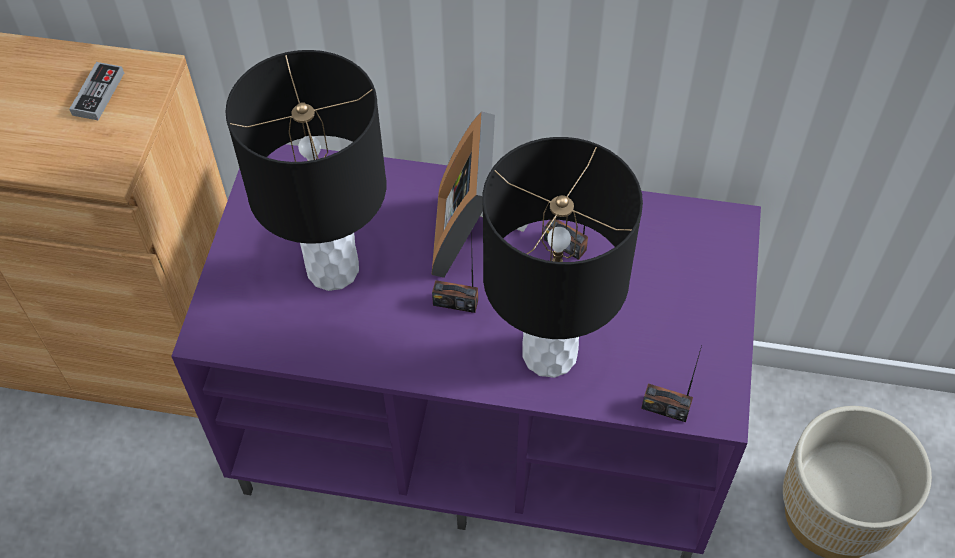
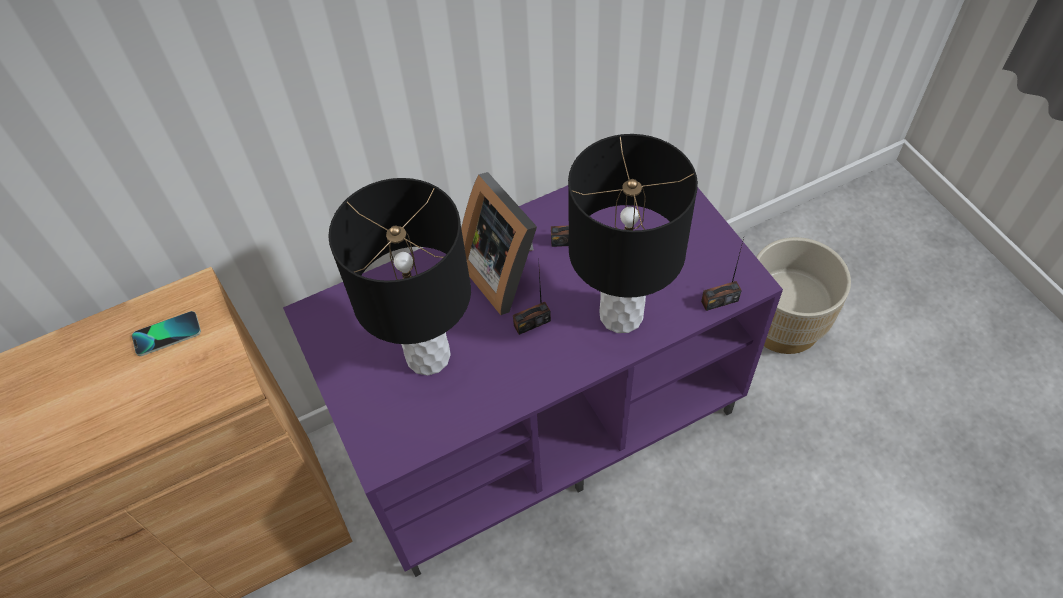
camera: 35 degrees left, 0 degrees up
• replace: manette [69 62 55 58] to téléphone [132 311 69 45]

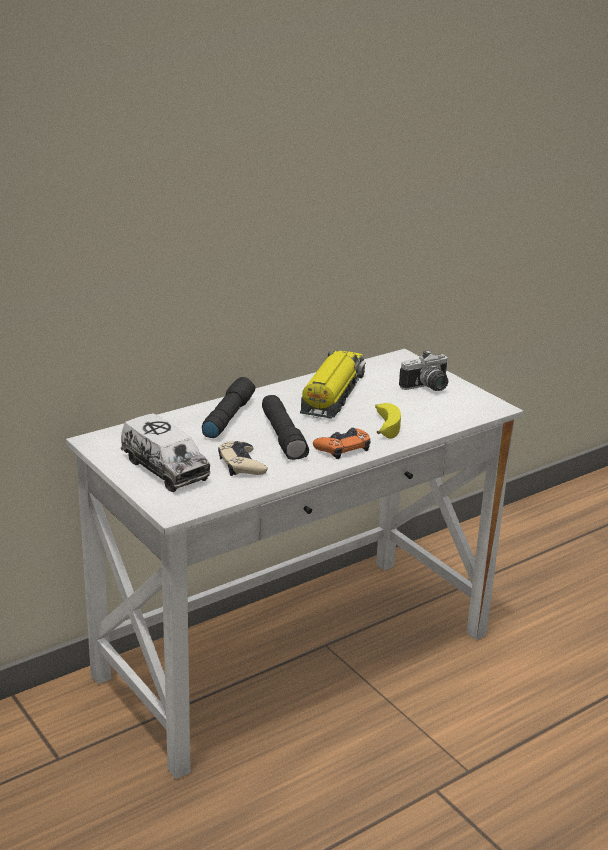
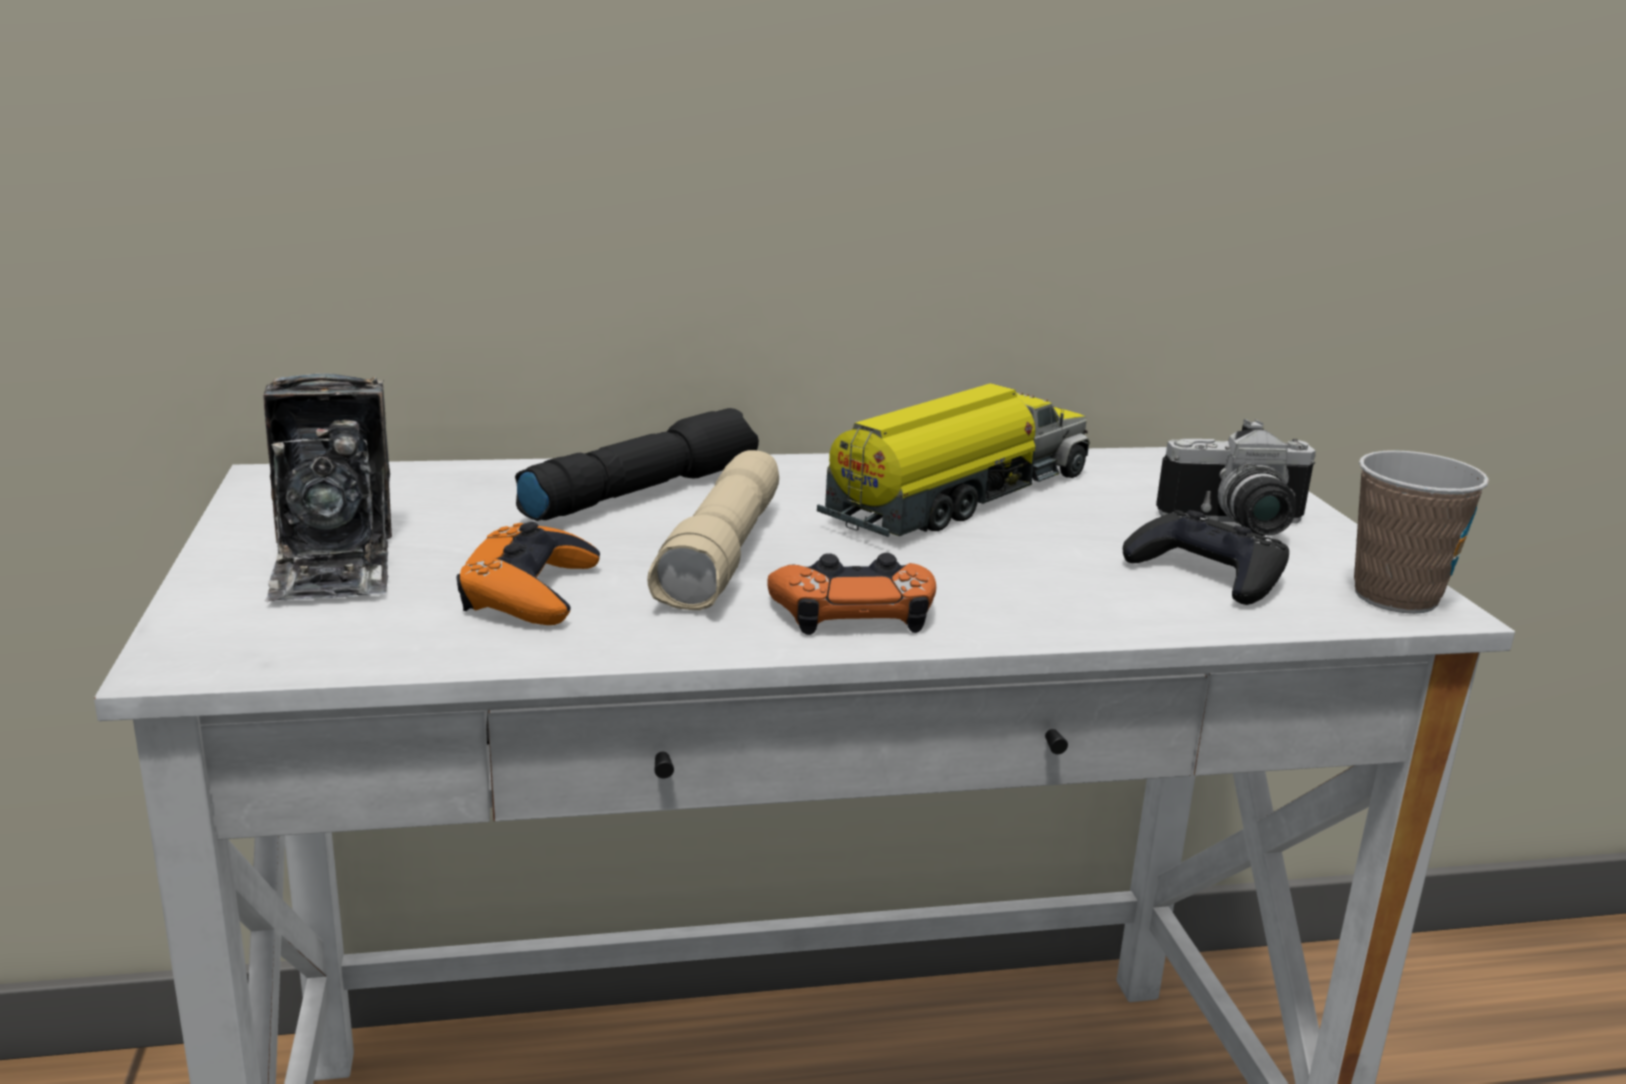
camera: 25 degrees right, 5 degrees down
• recolor: lampe de poche/noir [262 395 47 65] to lampe de poche/beige [647 450 132 160]
• delete: banane [375 403 26 36]
• replace: camion jouet [121 413 90 79] to appareil photo [263 373 129 230]
• recolor: manette/beige [218 441 50 35] to manette/orange [456 522 144 103]
• insert: tasse [1354 450 135 164]
• insert: manette/noir [1122 510 167 95]

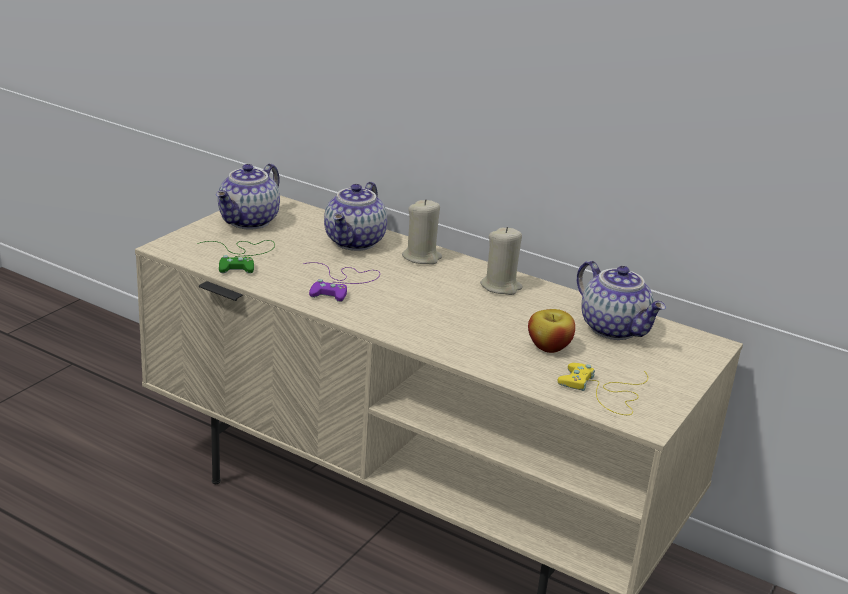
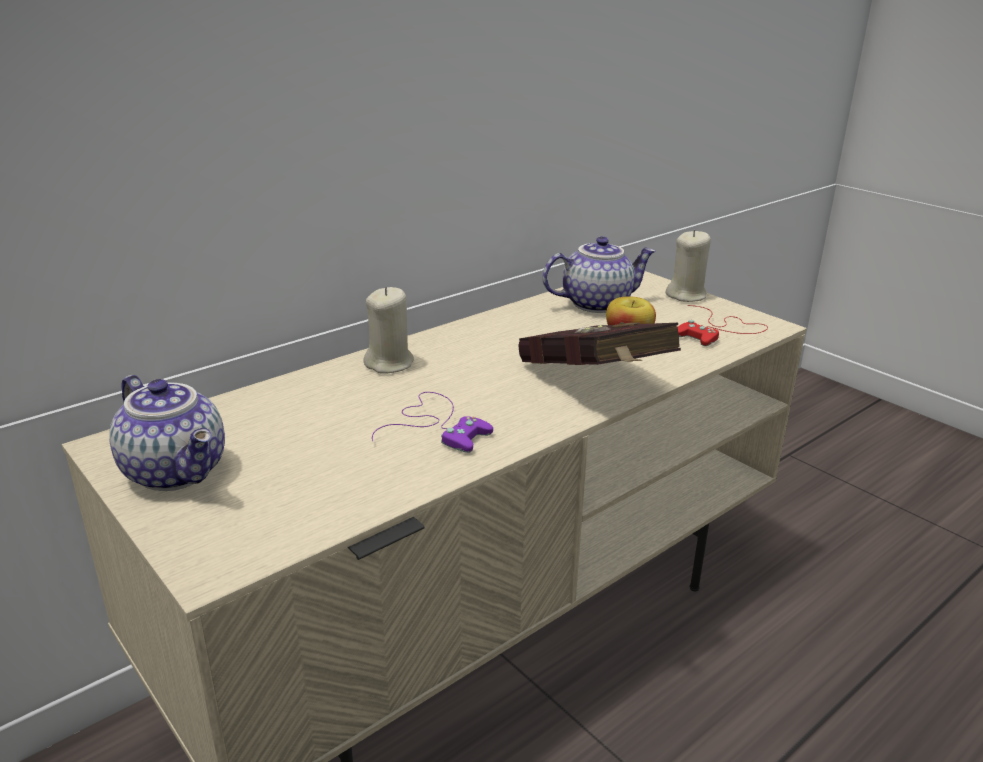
camera: 70 degrees left, 0 degrees up
• delete: théière [324 182 63 69]
• move: bougie/beige [480 227 43 68] to [665 230 46 72]
• delete: manette/vert [197 240 78 34]
• recolor: manette/jaune [558 363 90 52] to manette/rouge [678 305 90 41]
• insert: livre/rouge [518 322 163 43]

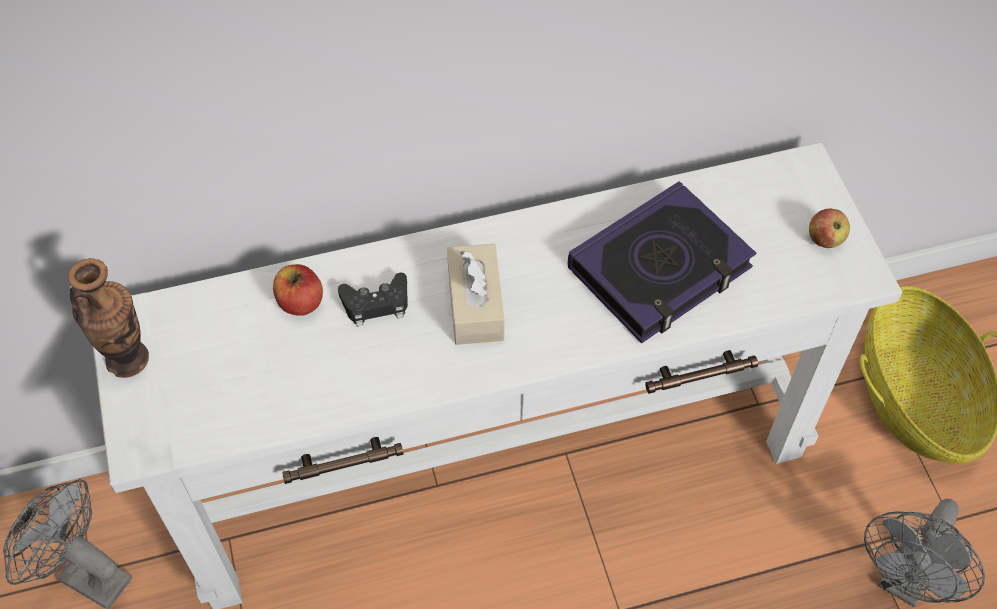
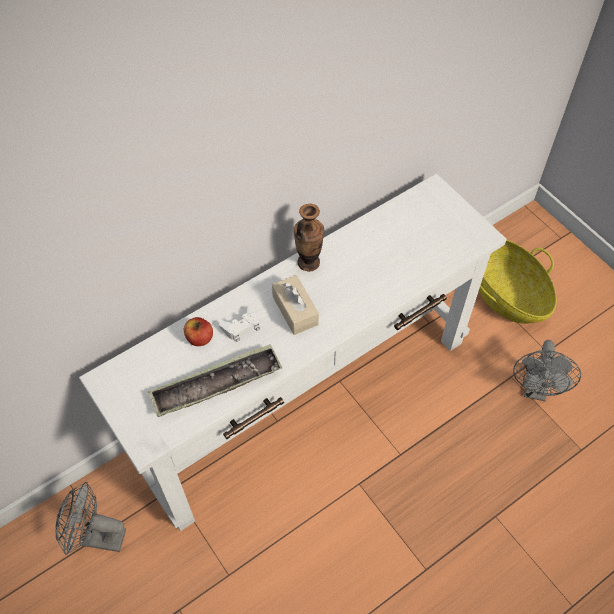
camera: 20 degrees left, 0 degrees up
• delete: livre [568 181 188 162]
• delete: pomme [809 209 41 39]
• move: vase [68 258 81 120] to [294 204 30 68]
• recolor: manette/noir [338 273 70 54] to manette/blanc [219 305 41 37]
• insert: plateau [148 344 134 73]

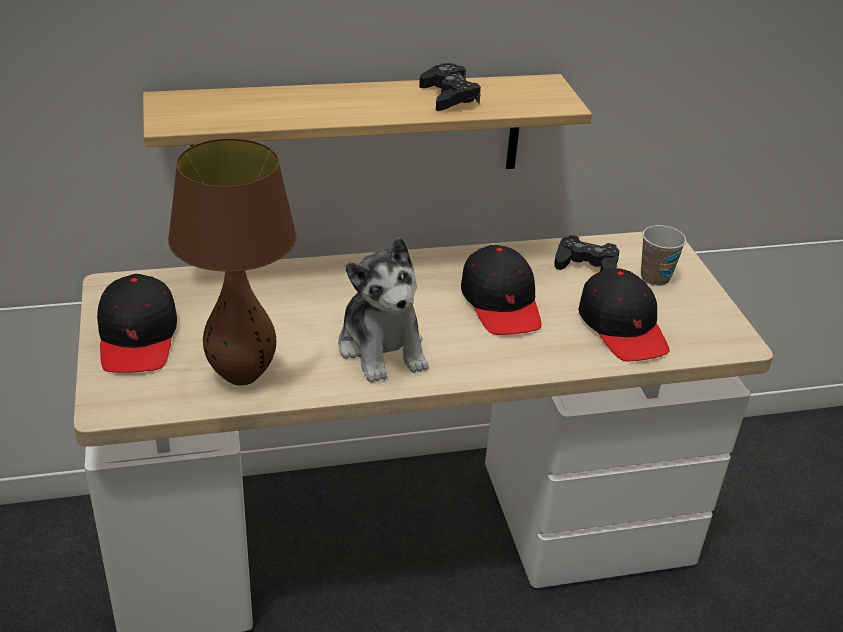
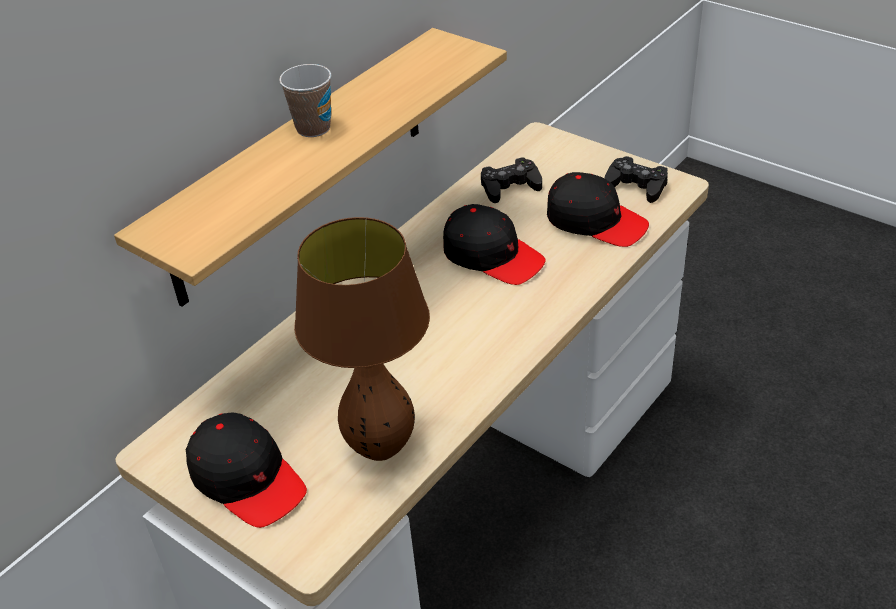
camera: 35 degrees left, 5 degrees up
• move: manette/noir [419 63 62 48] to [605 156 63 47]
• move: tasse [641 225 45 61] to [279 64 52 73]
• delete: peluche [338 237 90 146]

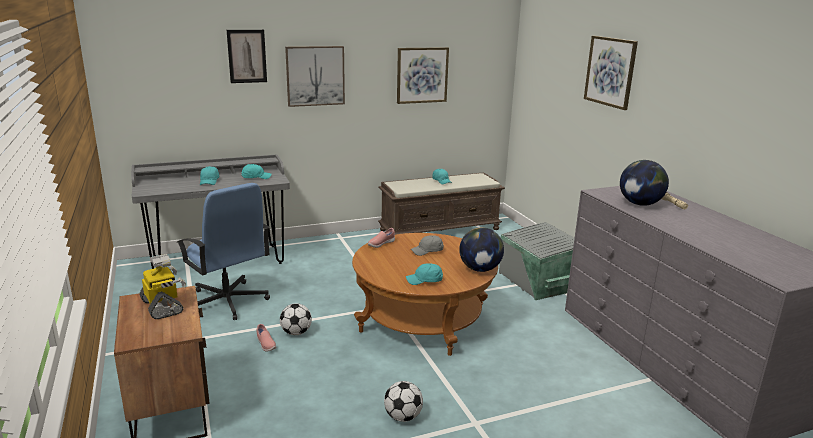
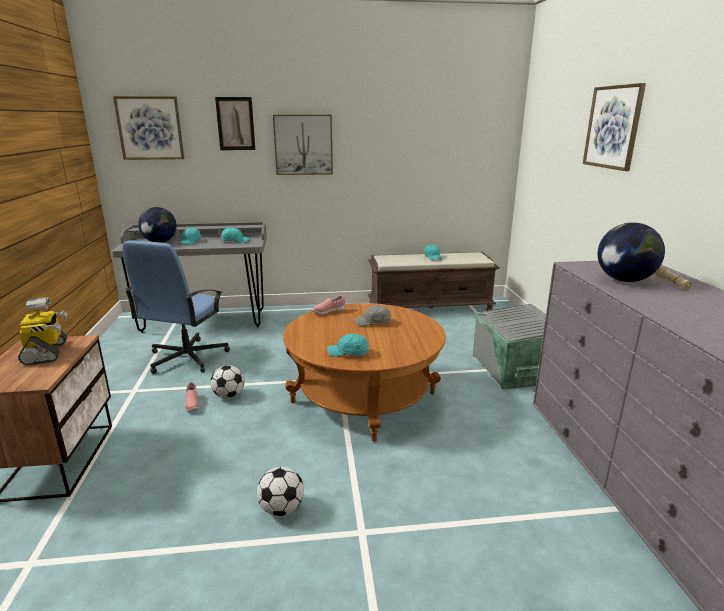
camera: 15 degrees right, 0 degrees up
• move: tableau [397 47 52 57] to [113 96 71 64]
• rotate: chaise de bureau/bleu [177 183 93 137] = [122 240 108 134] 45 degrees clockwise
• move: globe [459 227 45 45] to [138 207 39 36]

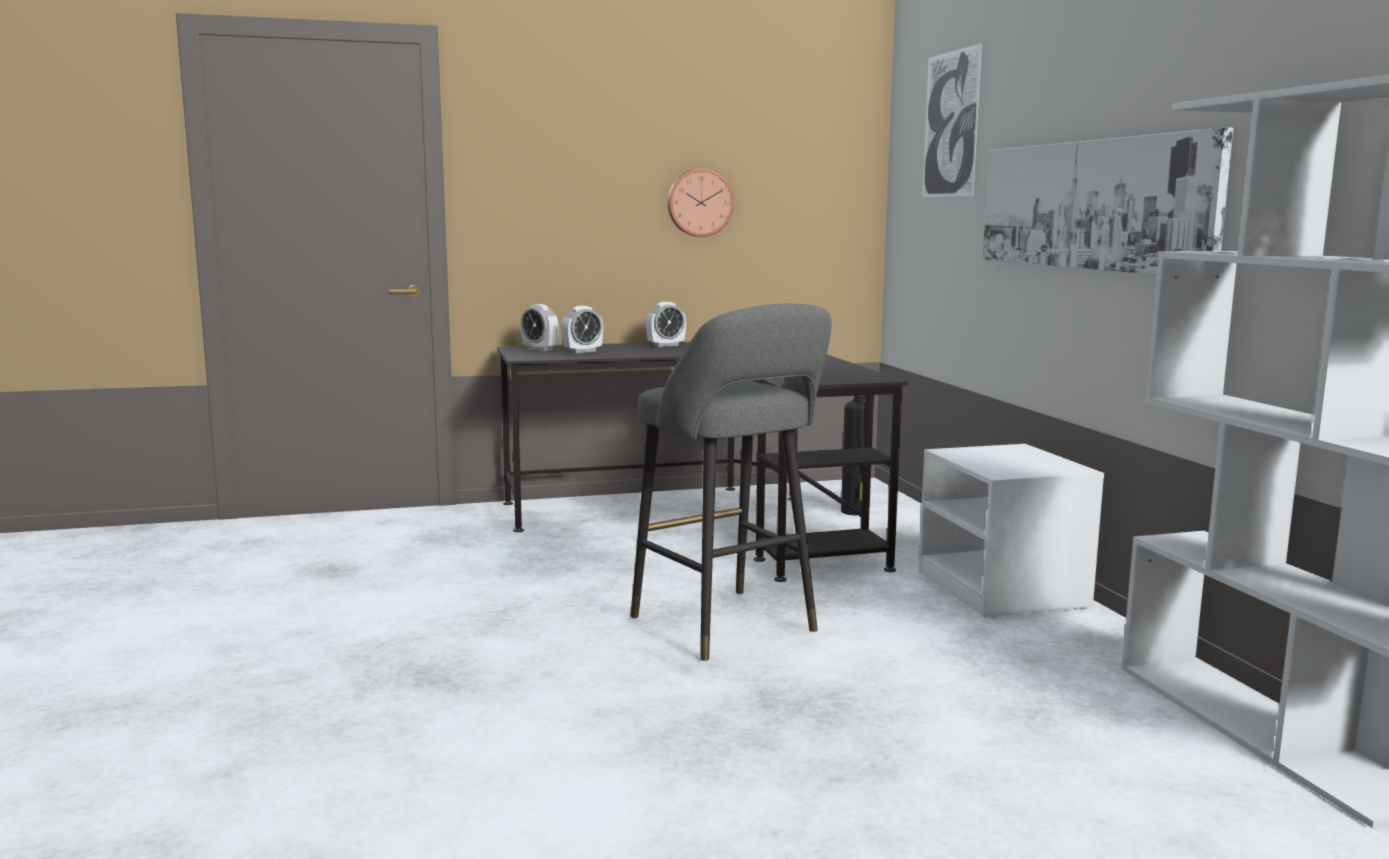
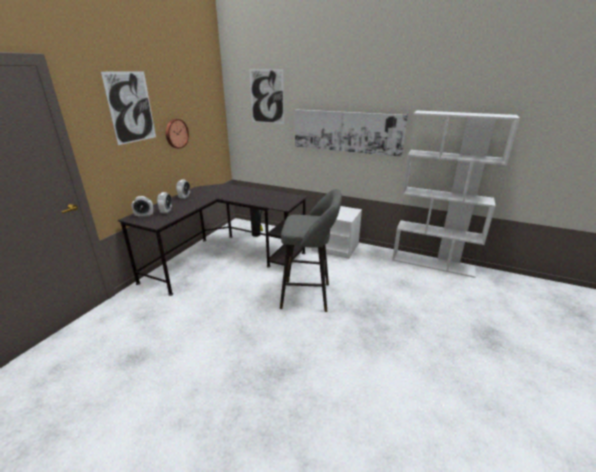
camera: 50 degrees left, 15 degrees up
• insert: tableau [101 71 55 74]

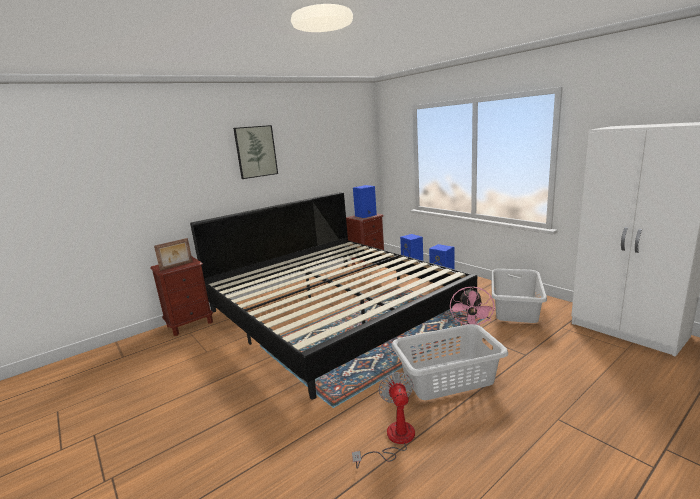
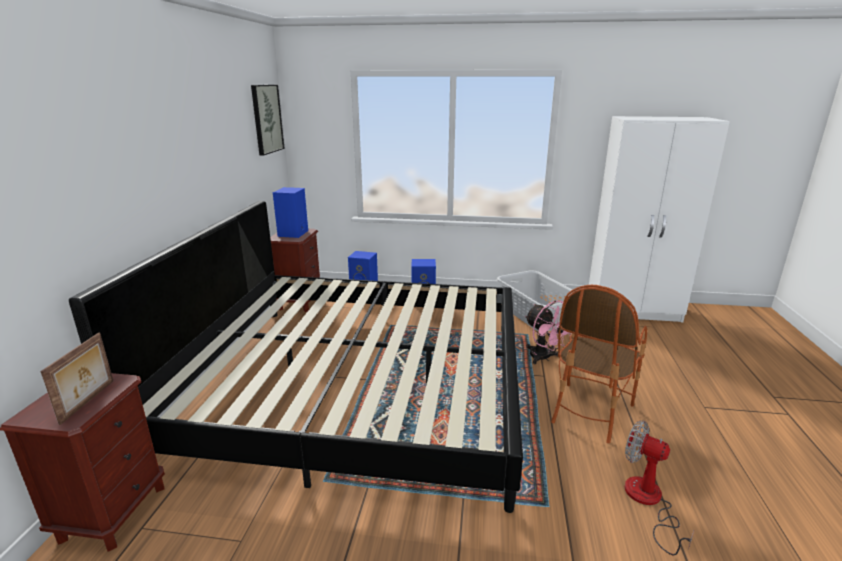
camera: 45 degrees left, 5 degrees up
• move: tableau [233 125 45 54] to [251 85 34 71]
• replace: panier à linge/gris [392 324 116 76] to fauteuil [551 285 96 159]

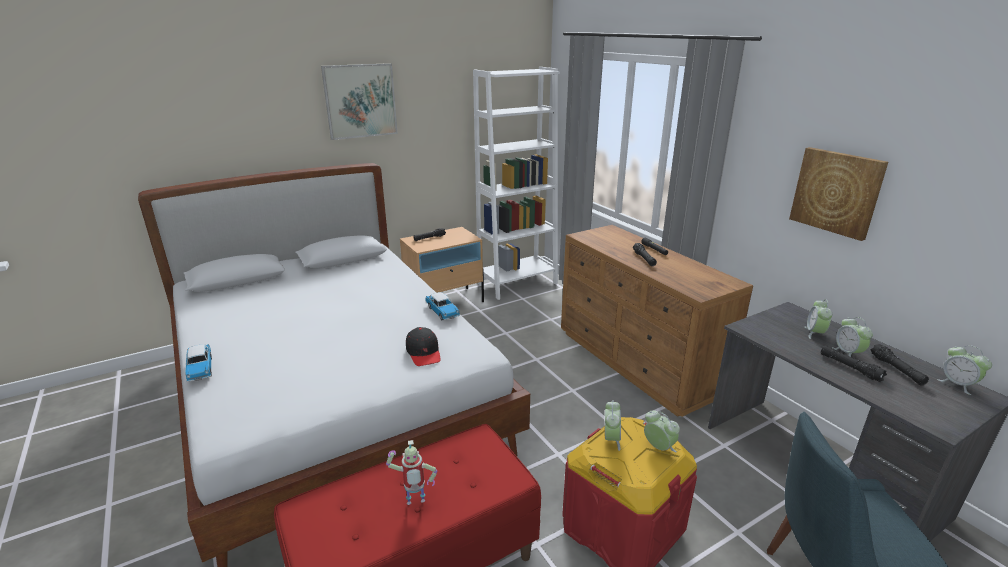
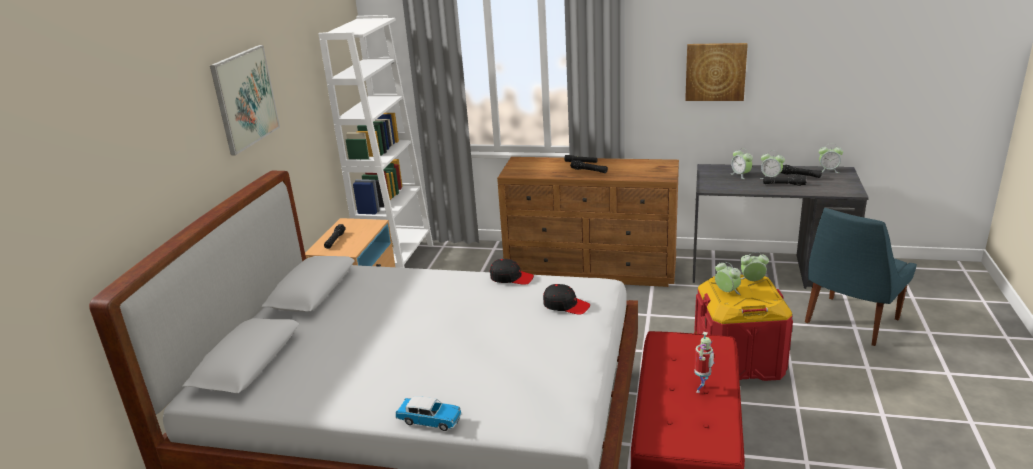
camera: 45 degrees left, 0 degrees up
• replace: petite voiture [425 292 35 28] to casquette/noir [490 259 44 26]

